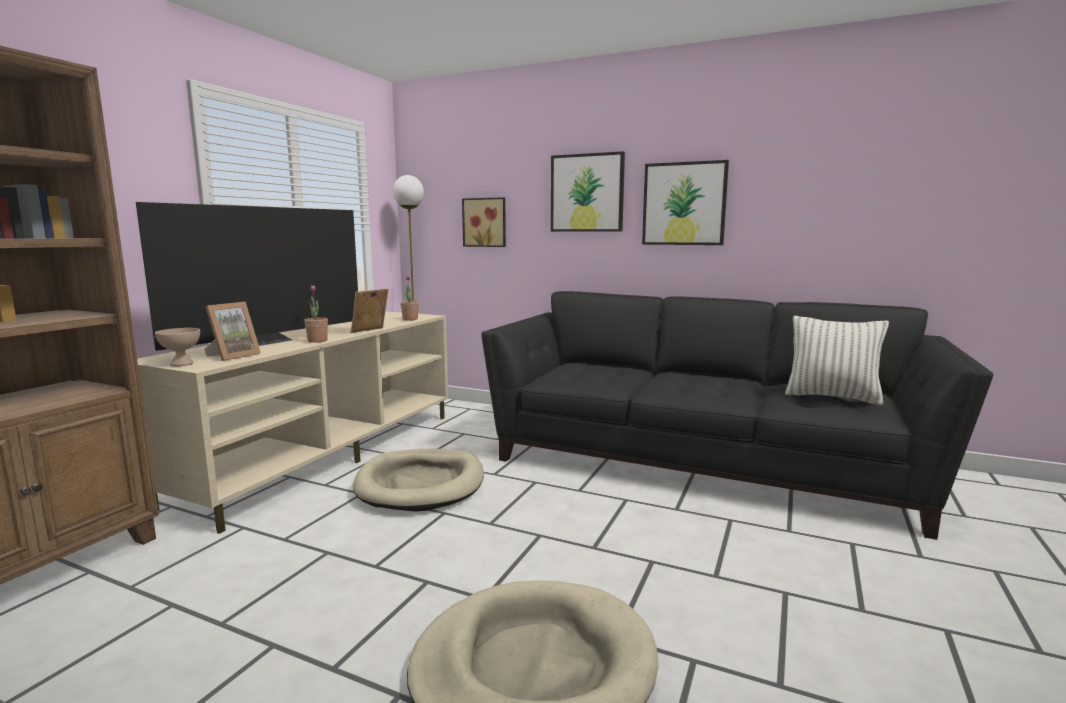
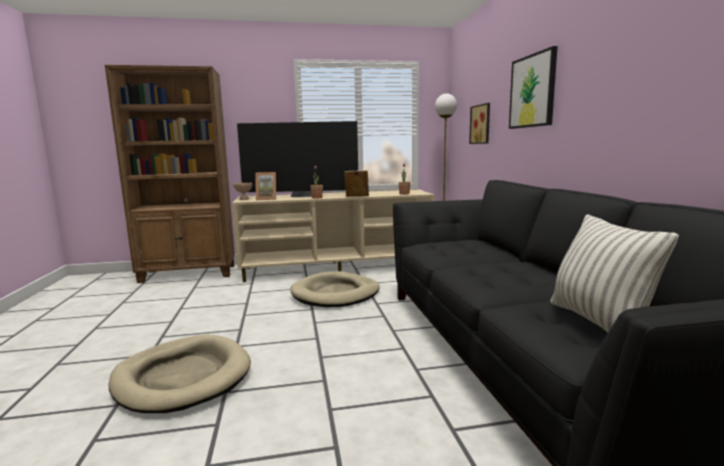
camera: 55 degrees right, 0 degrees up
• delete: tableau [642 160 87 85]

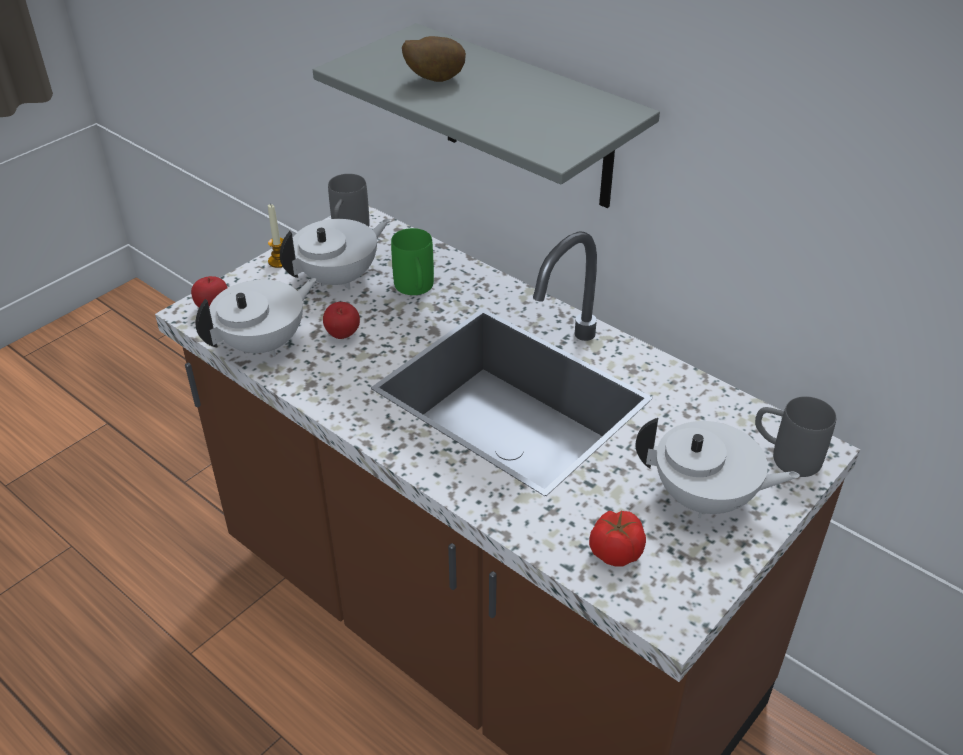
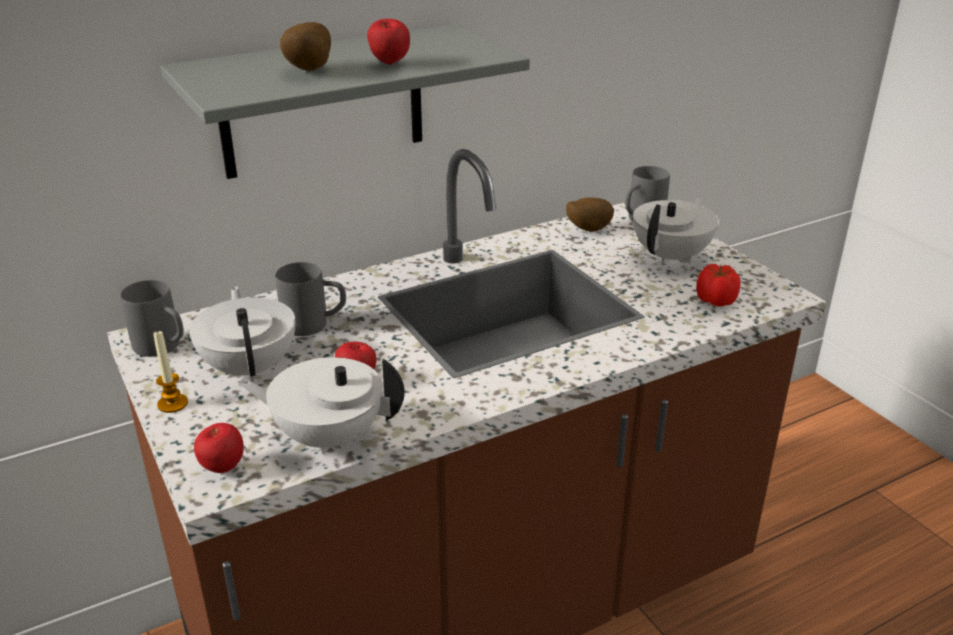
camera: 70 degrees left, 10 degrees down
• recolor: mug/vert [391 228 43 67] to mug/gris [276 262 70 74]
• rotate: théière/blanc [196 278 121 79] = [238 357 167 97] 60 degrees counterclockwise
• insert: pomme [367 19 43 46]
• insert: pomme de terre [566 197 48 35]

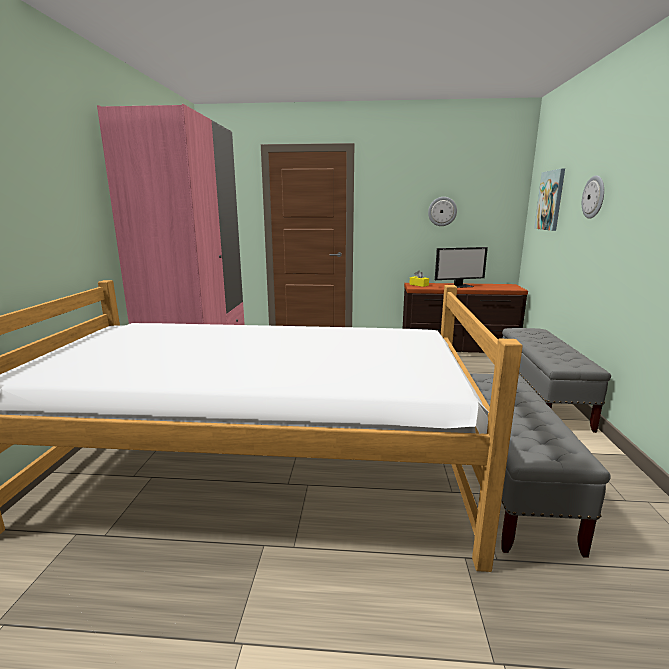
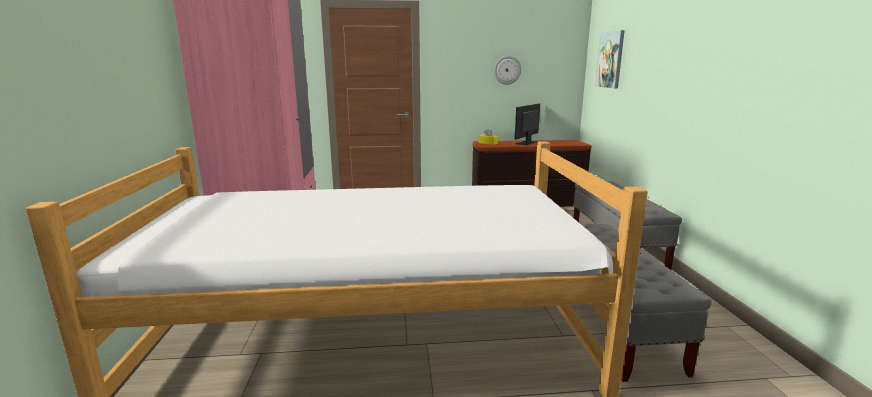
camera: 10 degrees left, 0 degrees up
• delete: horloge murale [582 175 22 44]
• rotate: écran d'ordinateur [435 247 53 41] = [514 103 26 42] 150 degrees clockwise

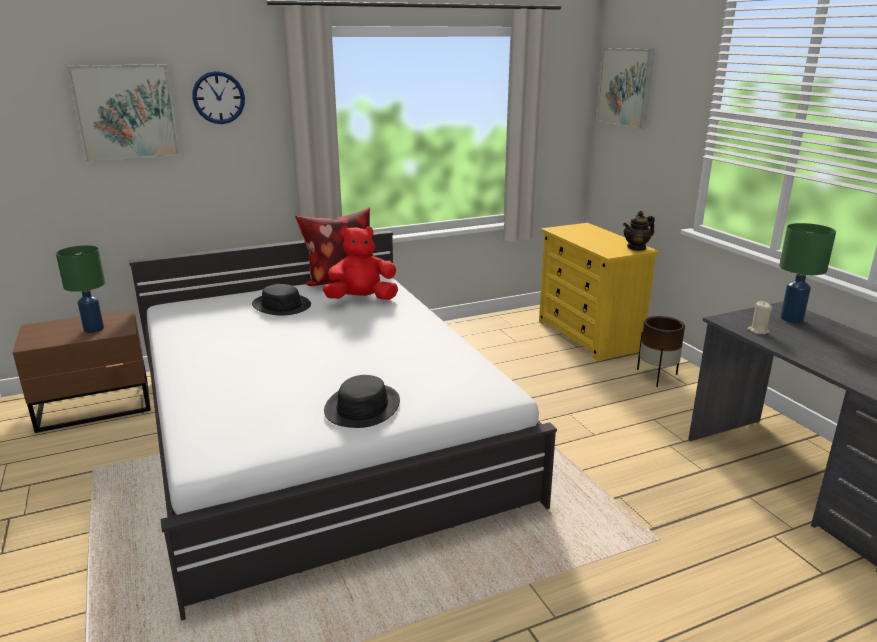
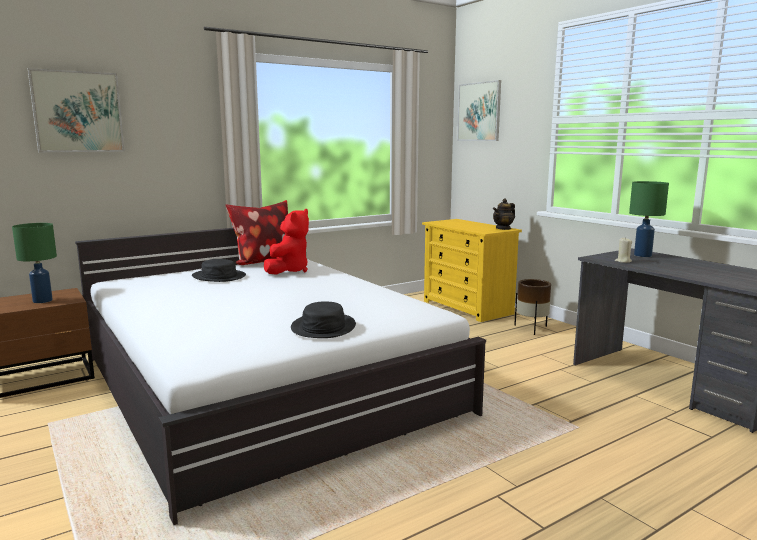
camera: 10 degrees left, 10 degrees down
• delete: horloge murale [192 71 53 53]
• rotate: peluche/rouge [323 226 75 74] = [264 209 45 66] 135 degrees clockwise

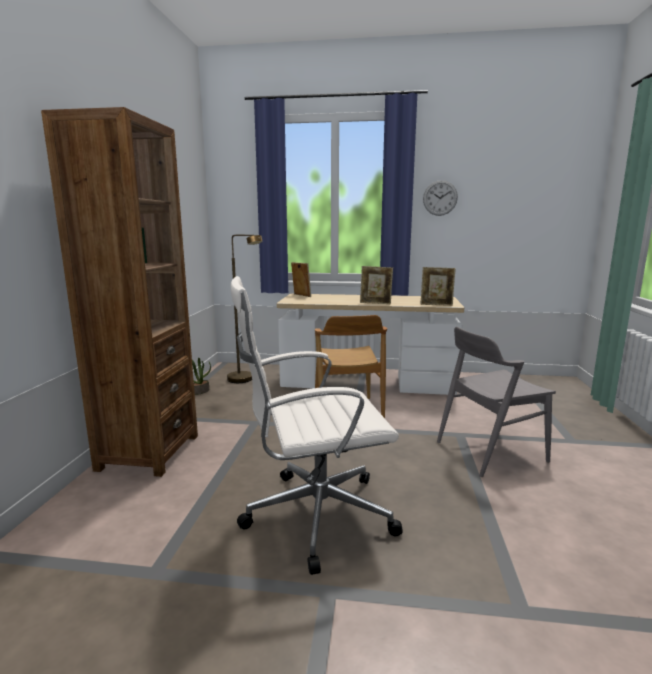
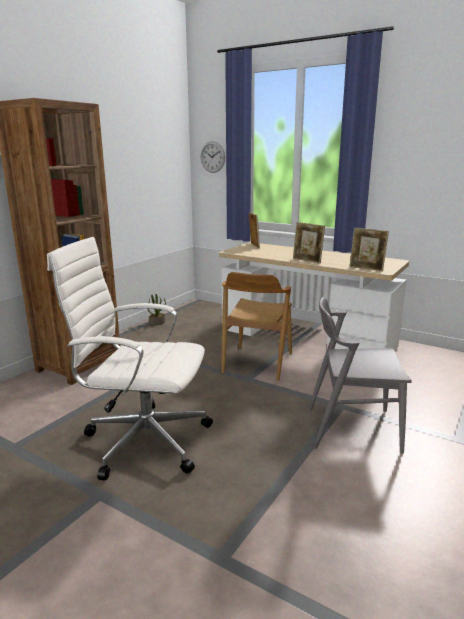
camera: 25 degrees right, 5 degrees up
• move: horloge murale [423 180 35 36] to [201 141 24 32]
• delete: lampadaire/marron [227 235 36 148]

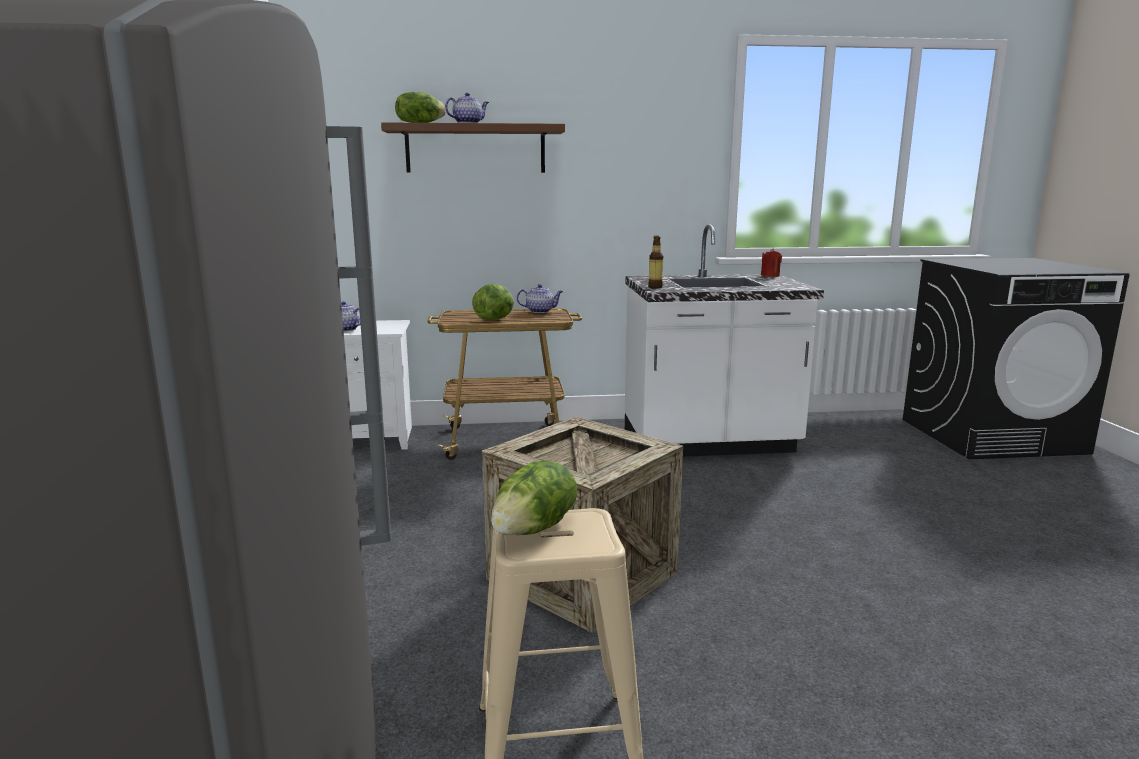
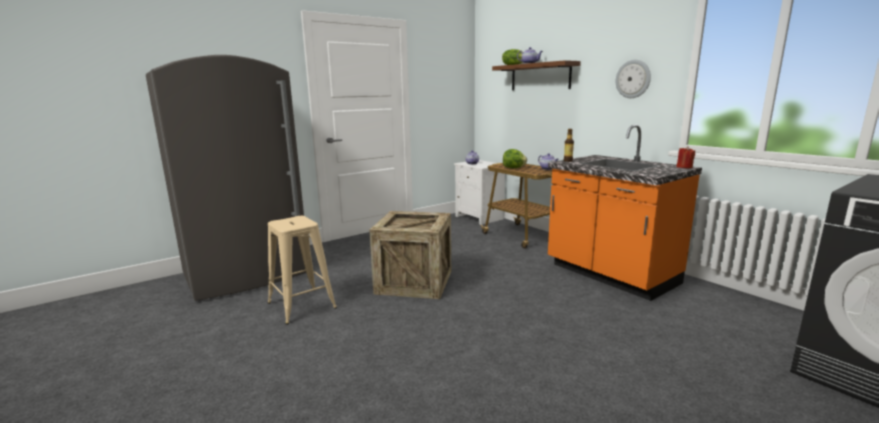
camera: 60 degrees right, 0 degrees up
• recolor: comptoir de cuisine/blanc [625 224 199 233] to comptoir de cuisine/orange [548 124 154 177]
• delete: laitue [491 461 86 74]
• insert: horloge murale [616 60 35 38]

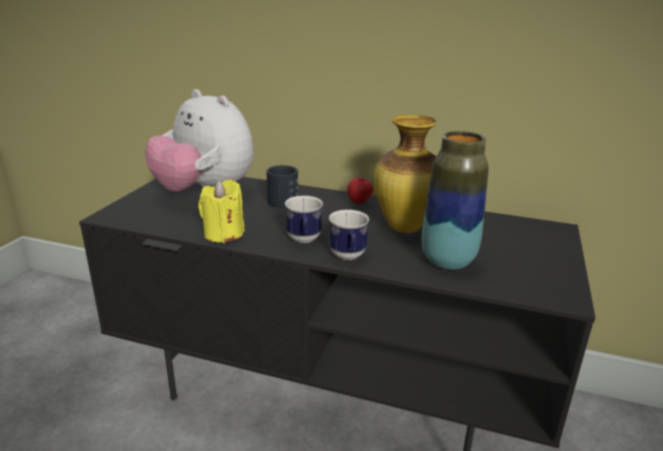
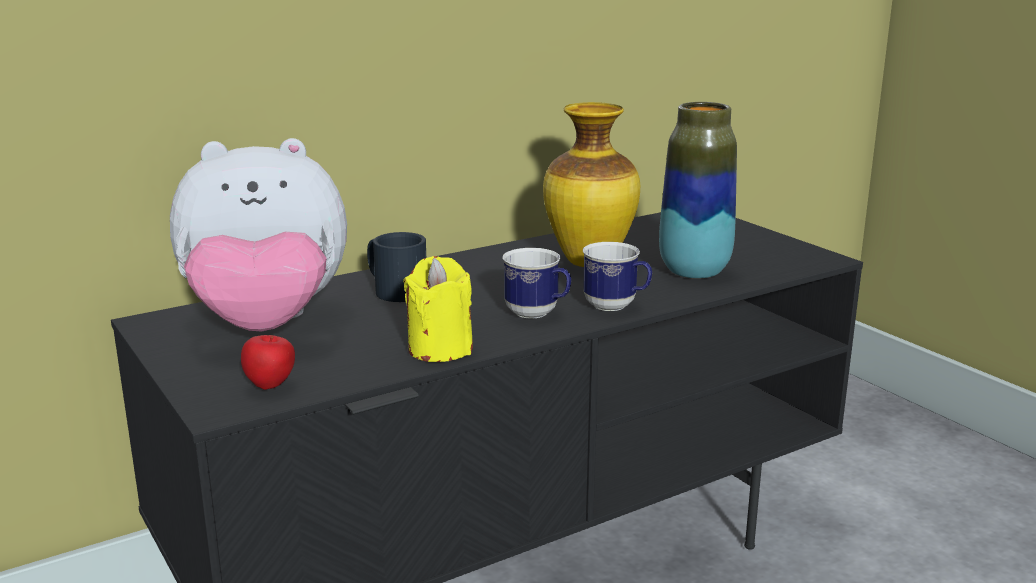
camera: 50 degrees left, 5 degrees down
• move: pomme [347 177 26 27] to [241 335 54 55]

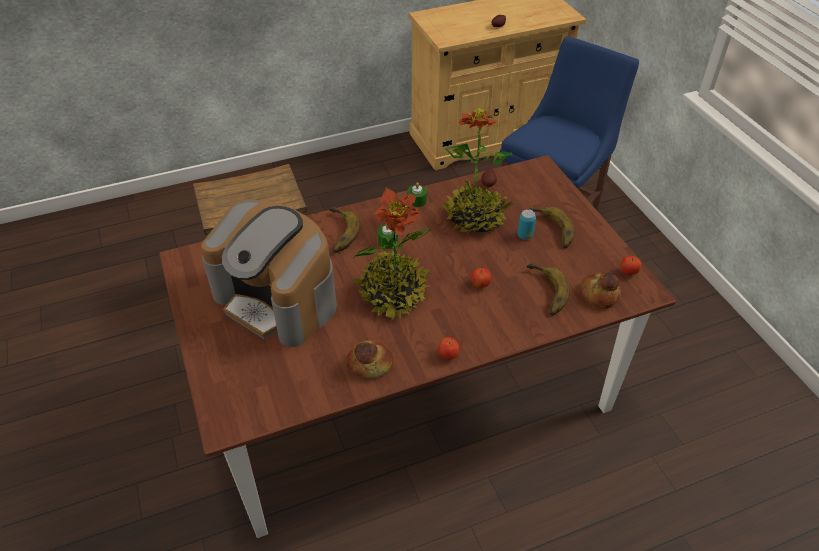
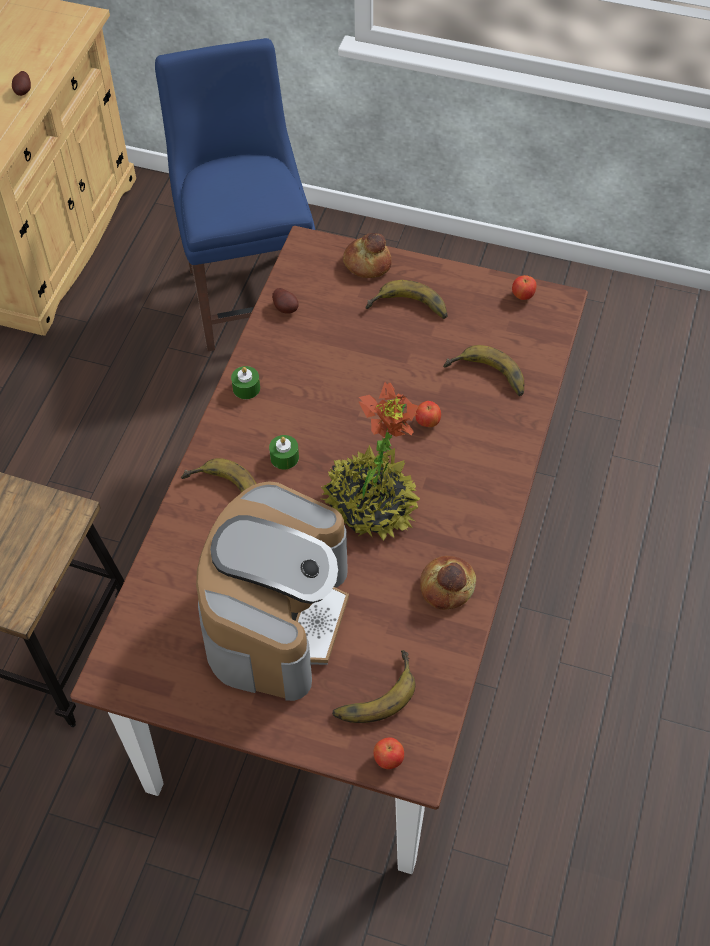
camera: 50 degrees left, 10 degrees up
• delete: plante en pot [442 108 71 126]
• rotate: machine à café [201 200 136 147] = [196 481 153 220] 60 degrees counterclockwise
• delete: boîte métallique [517 209 19 31]
• move: pain [580 272 41 37] to [343 233 49 45]
• move: pomme [438 337 22 23] to [374 737 30 32]
• insert: banane [332 650 84 73]

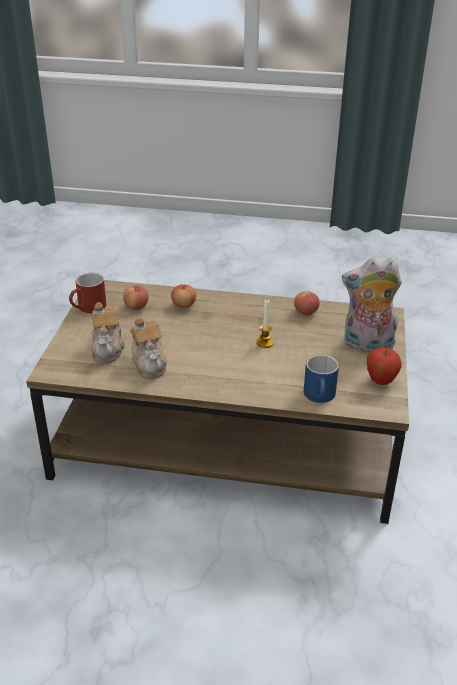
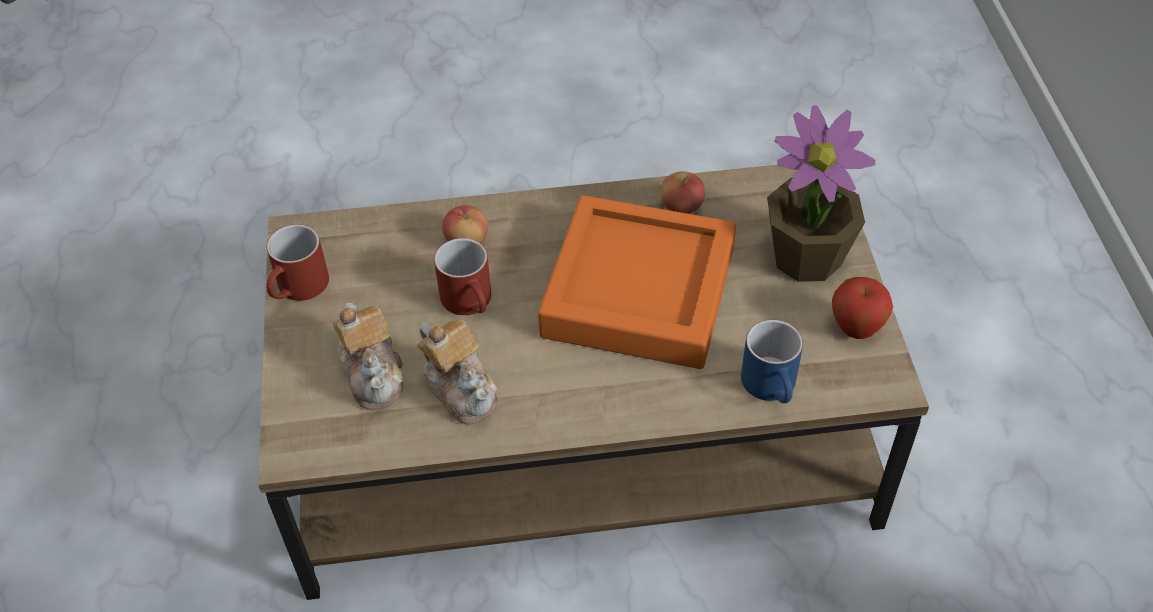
camera: 15 degrees left, 15 degrees up
• replace: peluche [342 257 60 95] to plante en pot [767 106 108 176]
• delete: pomme [123 286 25 24]
• replace: bougie [256 299 18 49] to plateau/orange [538 195 198 174]
• insert: mug/rouge [434 238 57 77]

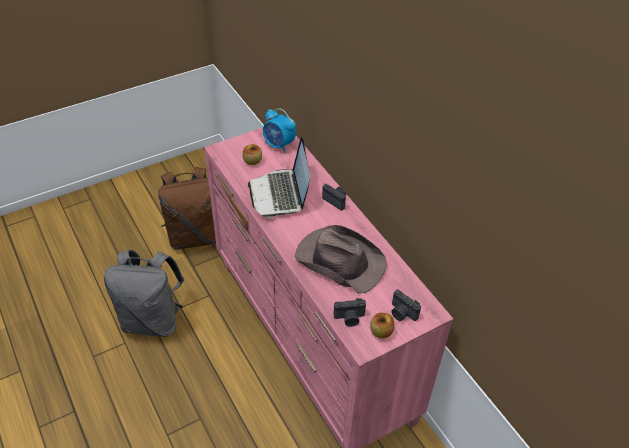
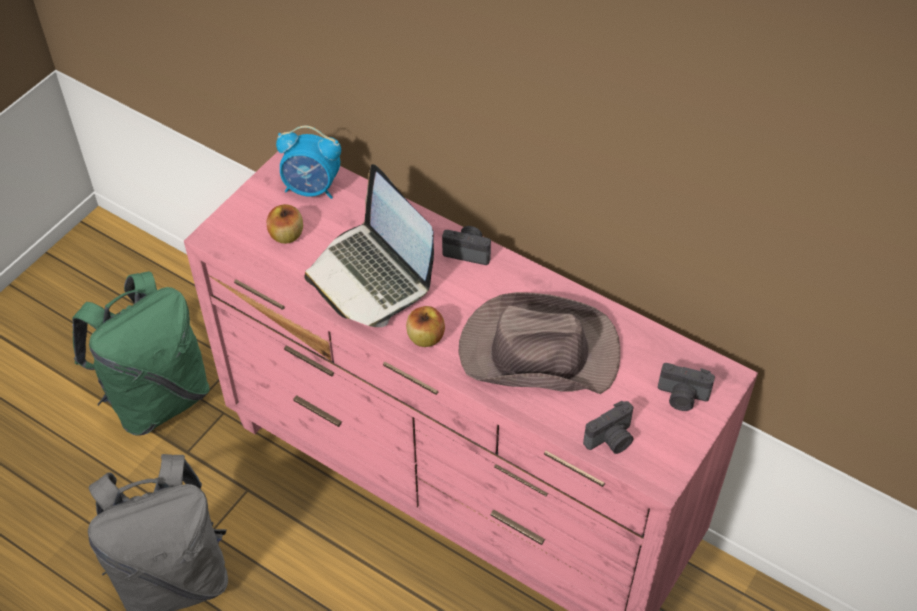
camera: 25 degrees left, 5 degrees up
• recolor: sac à dos/marron [158 167 58 83] to sac à dos/vert [72 271 138 165]
• move: pomme [370 313 25 25] to [406 306 39 41]

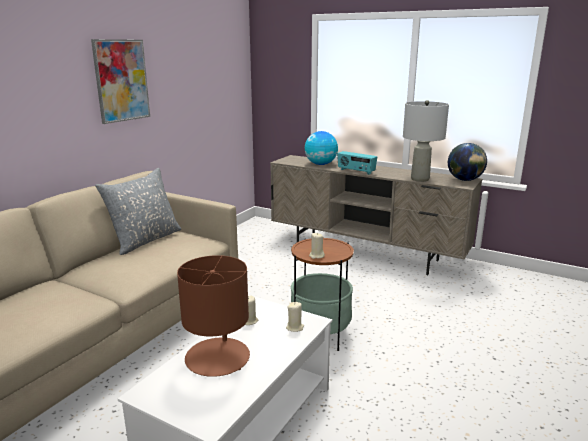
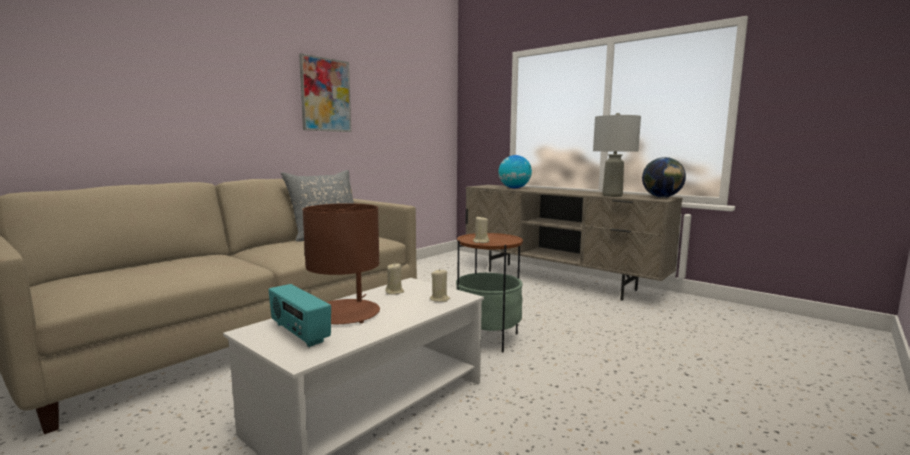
camera: 10 degrees right, 10 degrees down
• move: radio [337 151 40 24] to [269 284 62 63]

